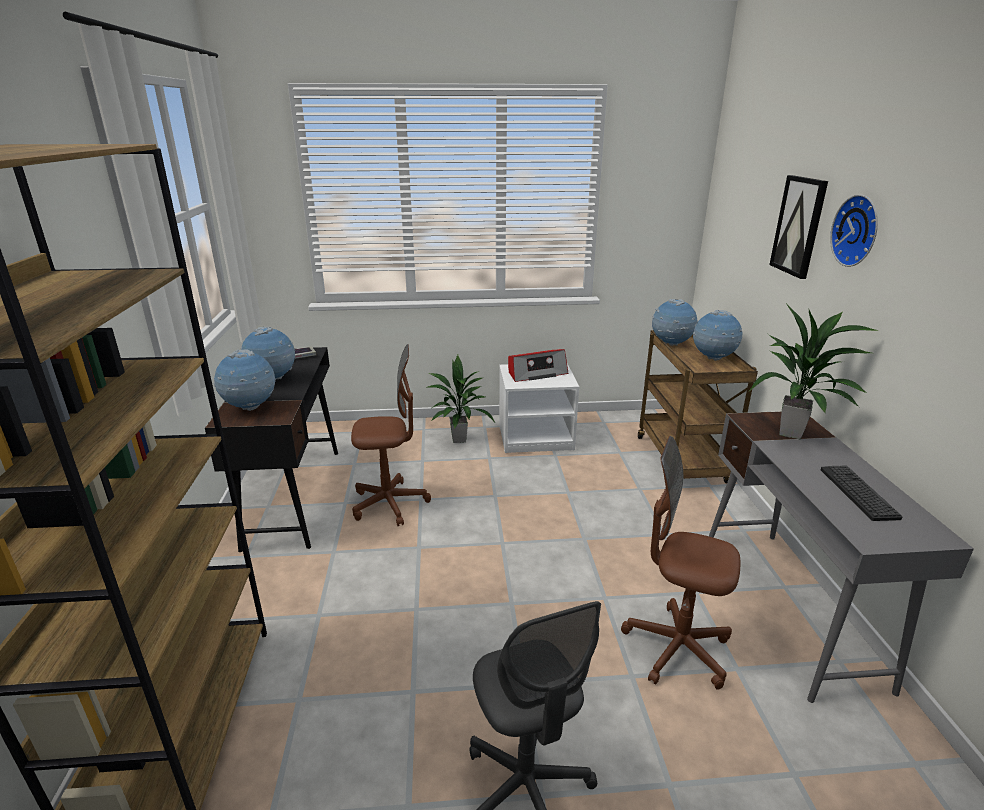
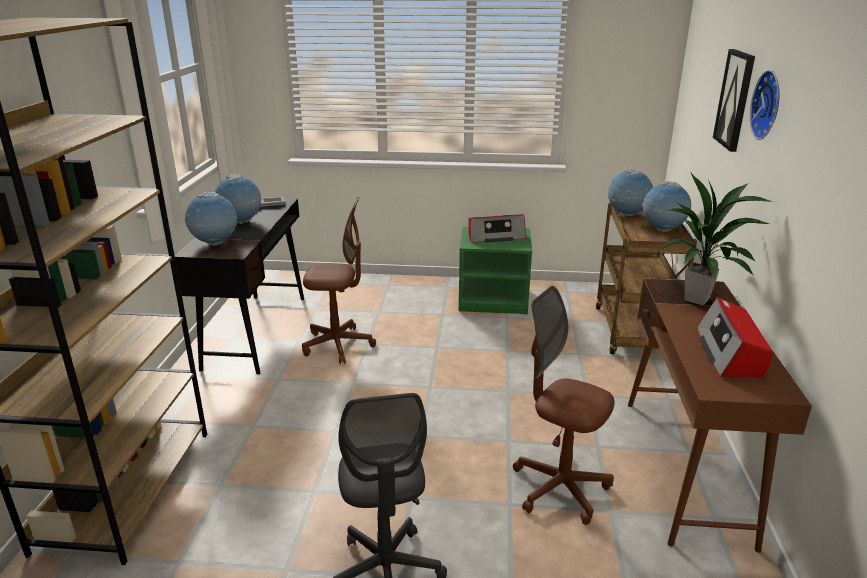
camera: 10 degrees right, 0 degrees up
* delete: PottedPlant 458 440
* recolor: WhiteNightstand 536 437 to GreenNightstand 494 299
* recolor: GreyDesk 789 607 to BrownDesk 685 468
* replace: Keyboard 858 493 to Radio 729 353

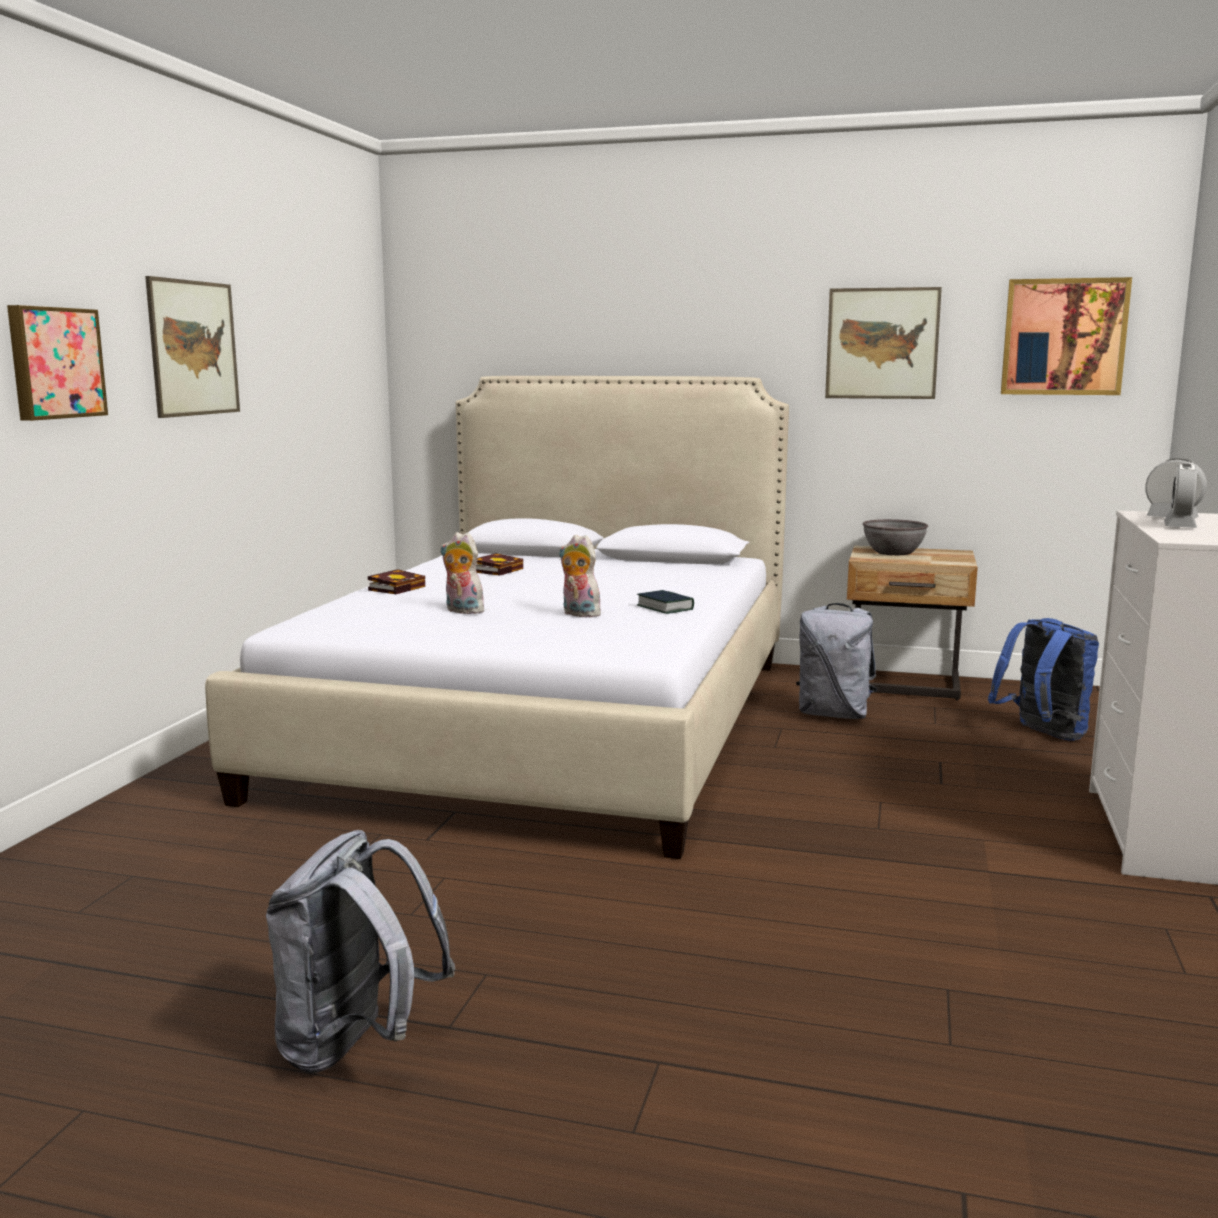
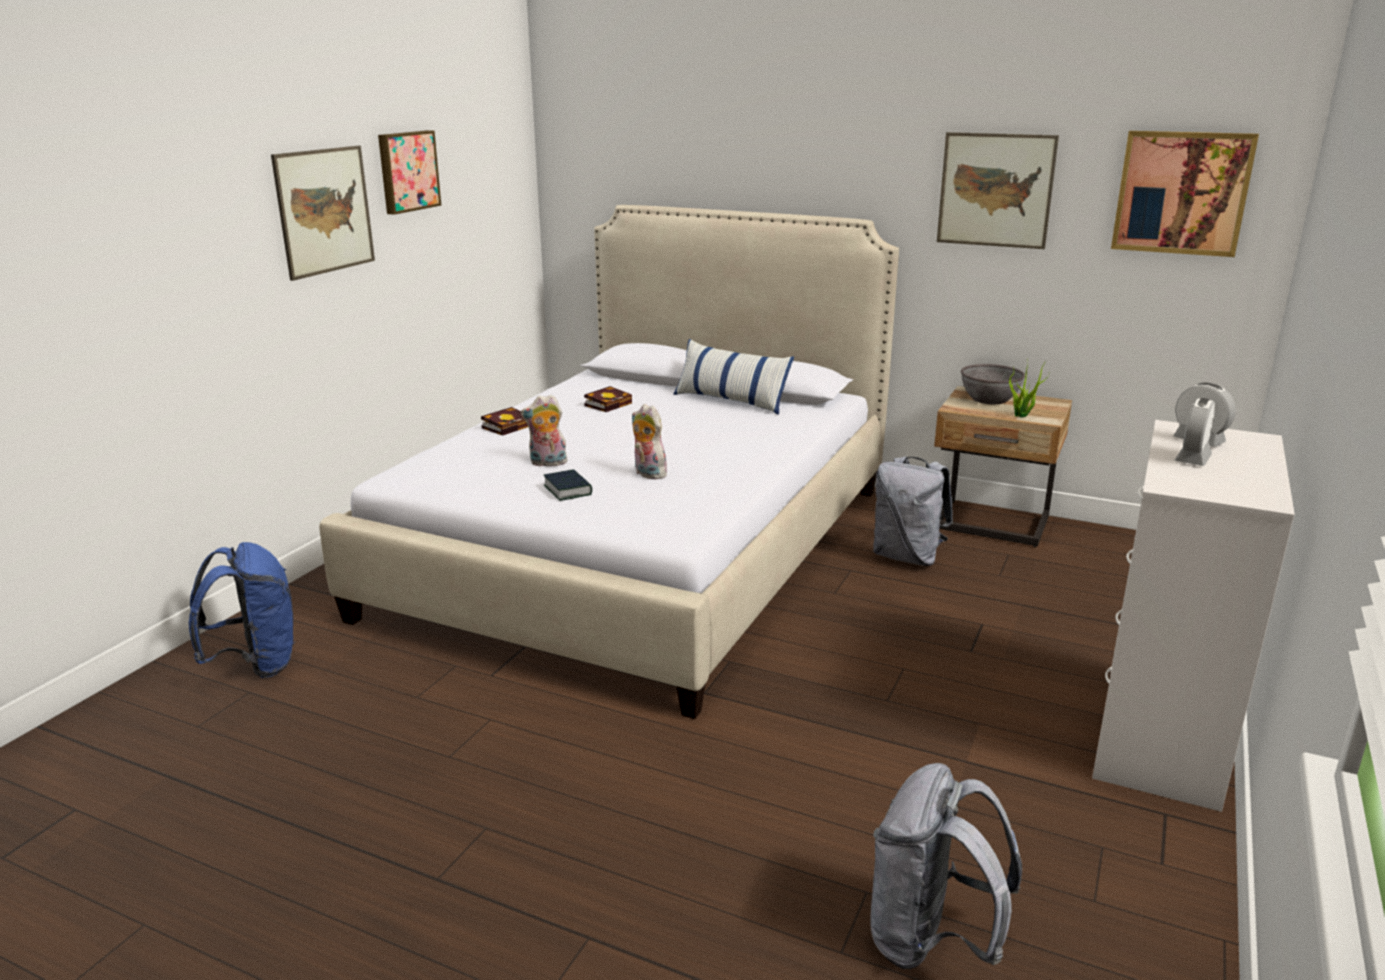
camera: 10 degrees right, 10 degrees up
* move: Picture 54 363 to 407 171
* rotate: PlushToy 462 611 = 547 463 45 degrees counterclockwise
* move: Book 665 607 to 567 490
* move: BlueBackpack 1042 735 to 256 664
* move: GreyBackpack 356 1046 to 930 941
* insert: Pillow 731 401
* insert: PottedPlant 1022 416

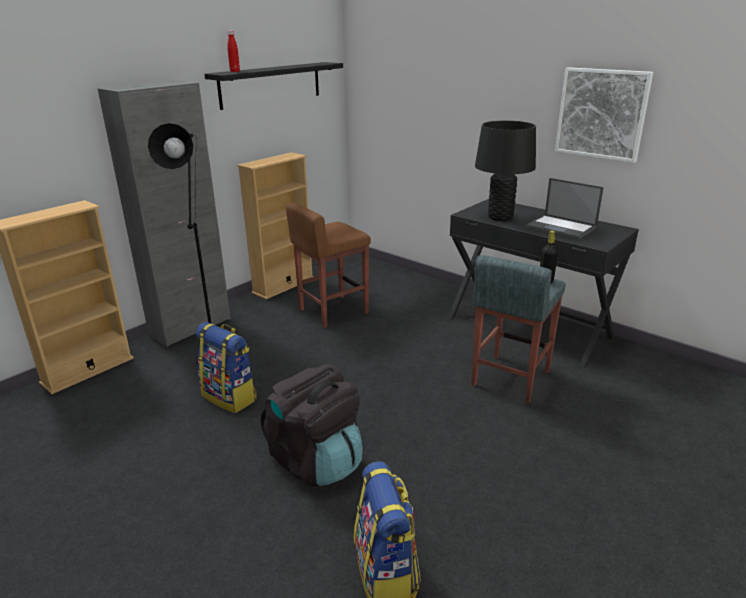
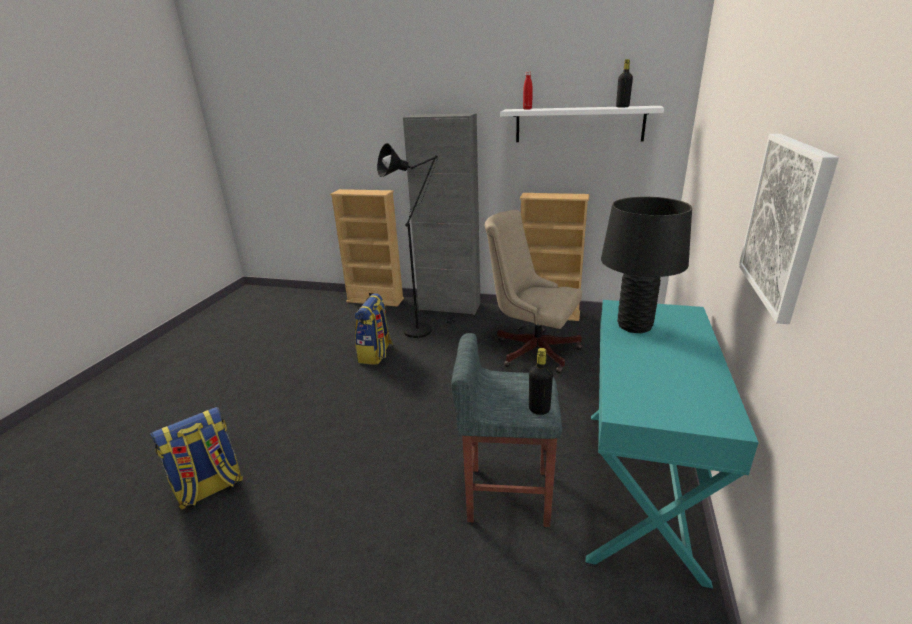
camera: 65 degrees right, 0 degrees up
* recolor: BlackShelf 271 84 to WhiteShelf 579 124
* delete: Laptop 561 227
* recolor: BlackDesk 529 327 to TurquoiseDesk 641 485
* replace: BrownStool 332 311 to BeigeOfficeChair 531 349
* delete: BlackBackpack 316 461
* insert: BlackBottle 622 107

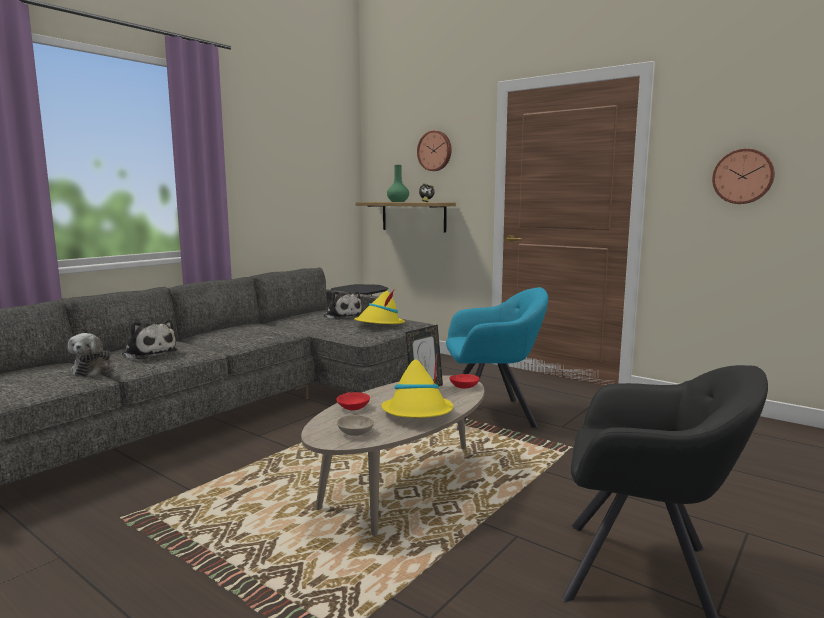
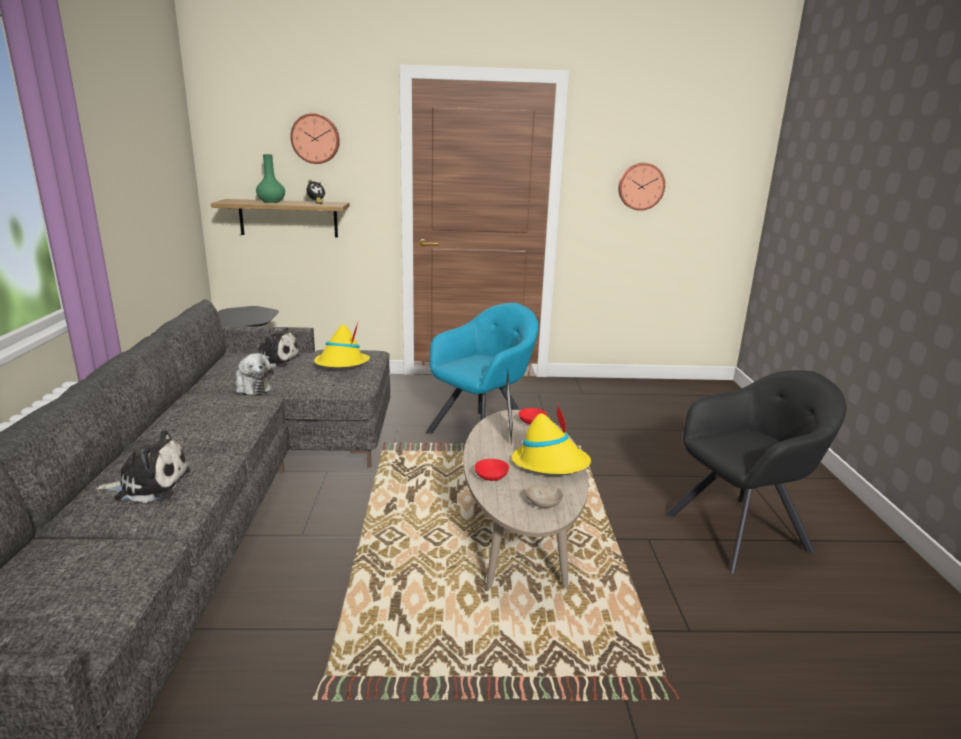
camera: 40 degrees left, 10 degrees up
* move: PlushToy 93 370 to 252 387

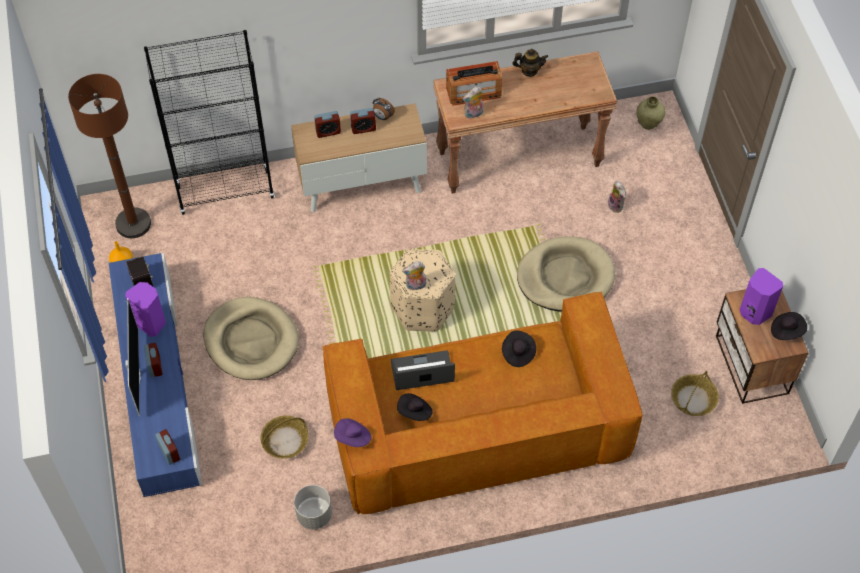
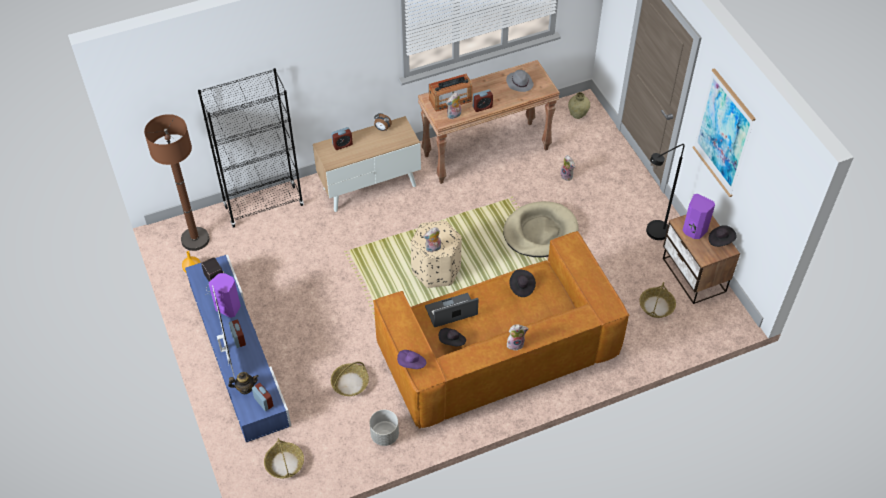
camera: 10 degrees left, 5 degrees down
* move: Teapot 529 71 to 245 388
* move: AlarmClock 363 128 to 482 107
* delete: BeigeDogBed 251 341
* insert: Picture 723 133
* insert: GreyHat 519 83
* insert: BlackFloorLamp 653 234
* insert: PlushToy 515 343
* insert: Basket 285 464

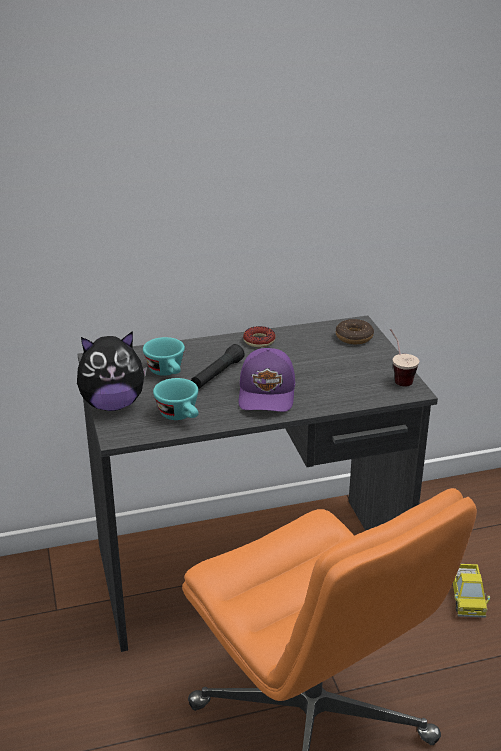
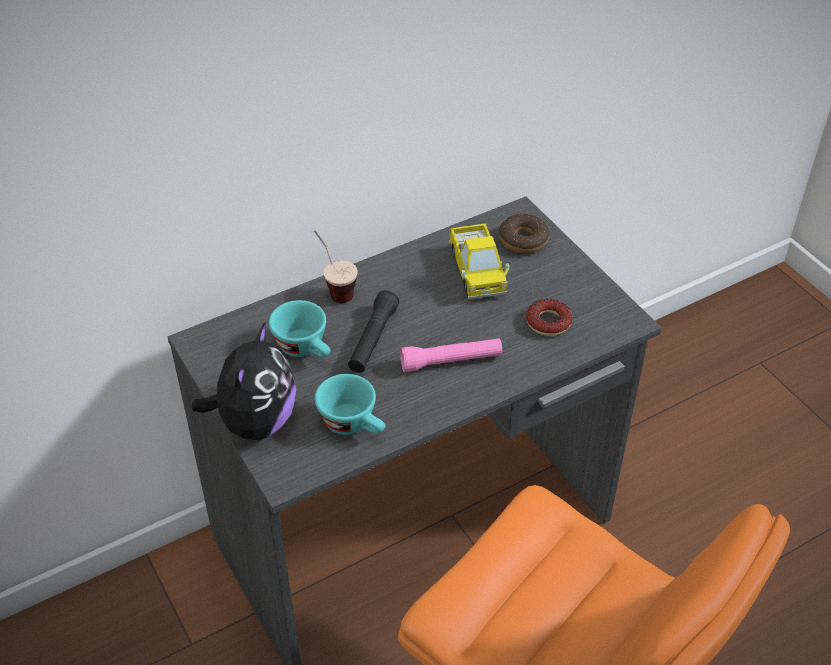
camera: 15 degrees left, 15 degrees up
* move: Donut 259 341 to 548 322
* move: Cup 398 377 to 334 288
* rotate: PlushToy 113 404 = 255 422 45 degrees counterclockwise
* replace: PurpleCap 268 393 to PinkFlashlight 451 361
* move: ToyTruck 466 597 to 476 272

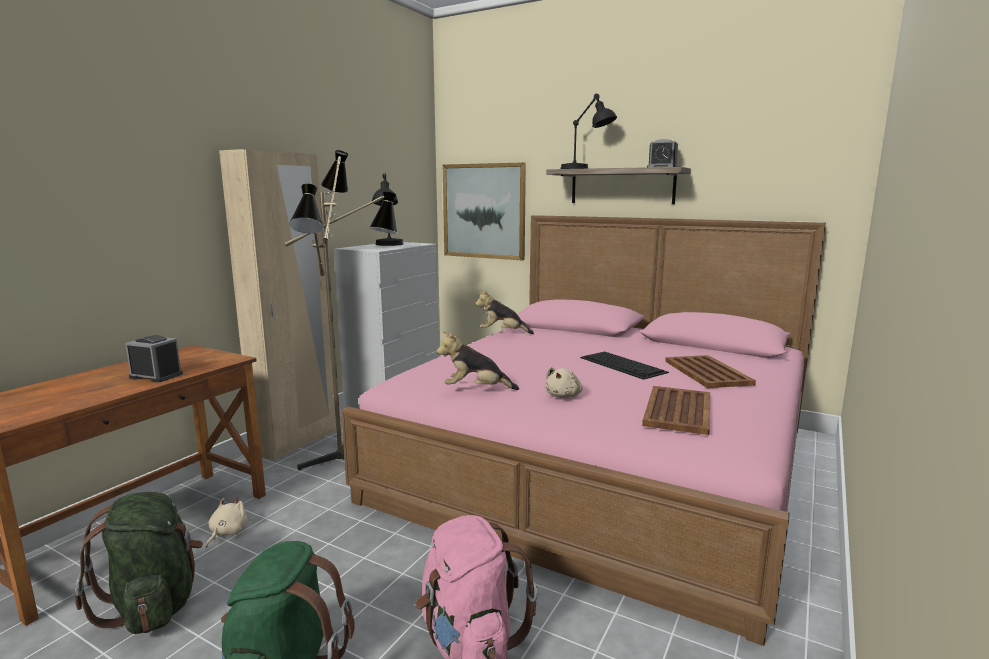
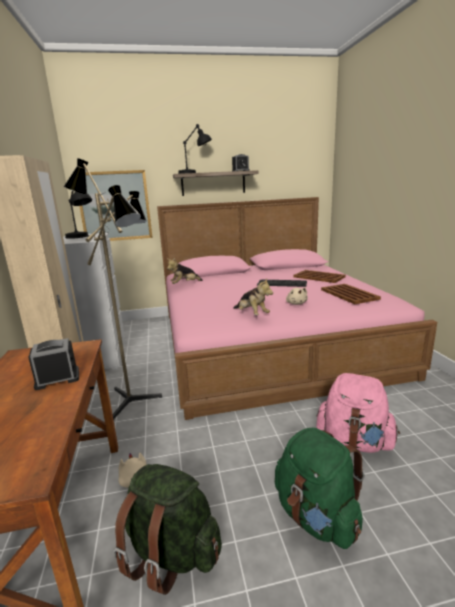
camera: 40 degrees left, 5 degrees up
* rotate: PlushToy 476 389 = 252 314 90 degrees counterclockwise

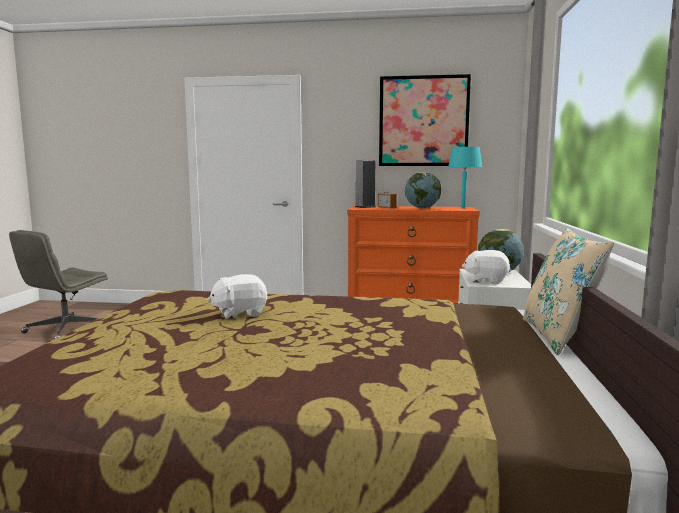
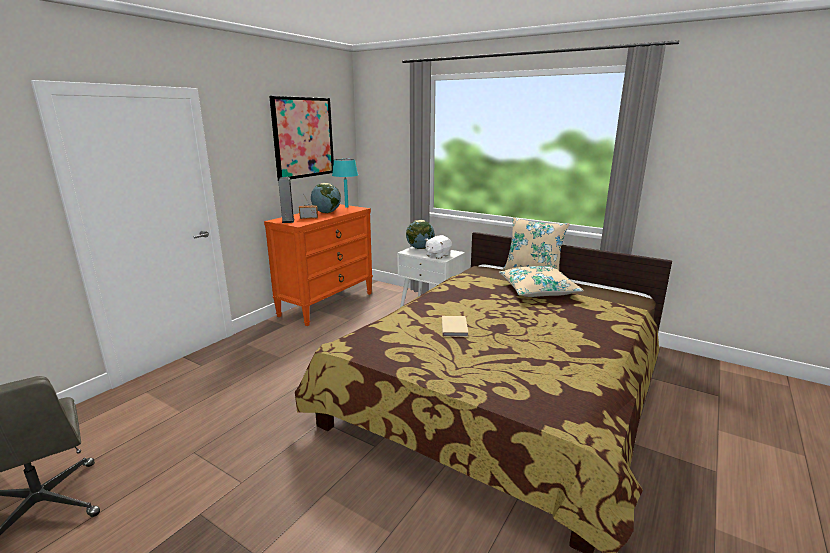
camera: 65 degrees left, 10 degrees up
* replace: WhitePlushToy 239 314 to BeigeBook 455 327
* insert: BeigePillow 537 290

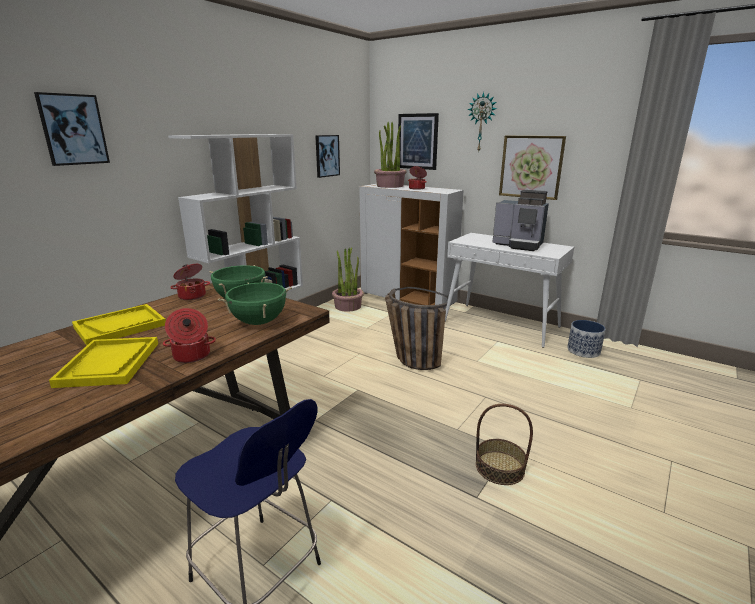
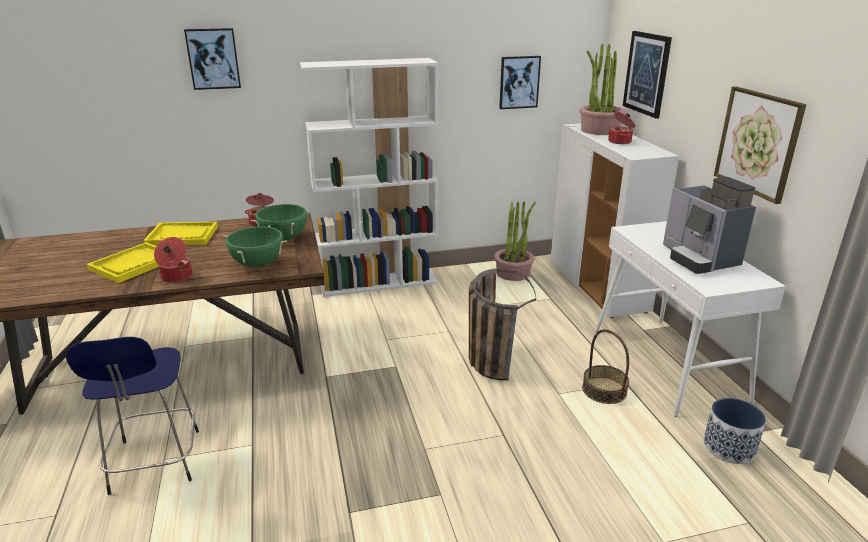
camera: 40 degrees right, 5 degrees up
* delete: WallClock 482 122
* move: Basket 499 467 to 604 390

